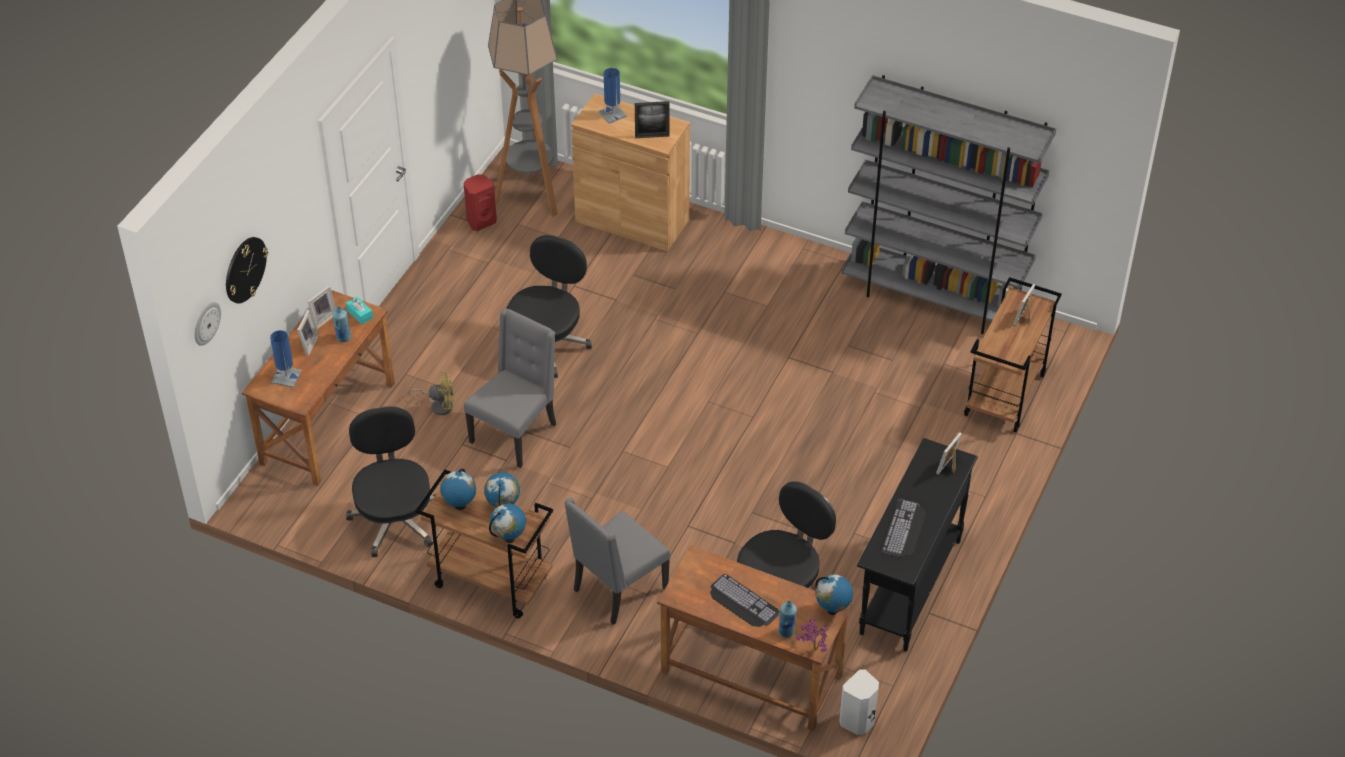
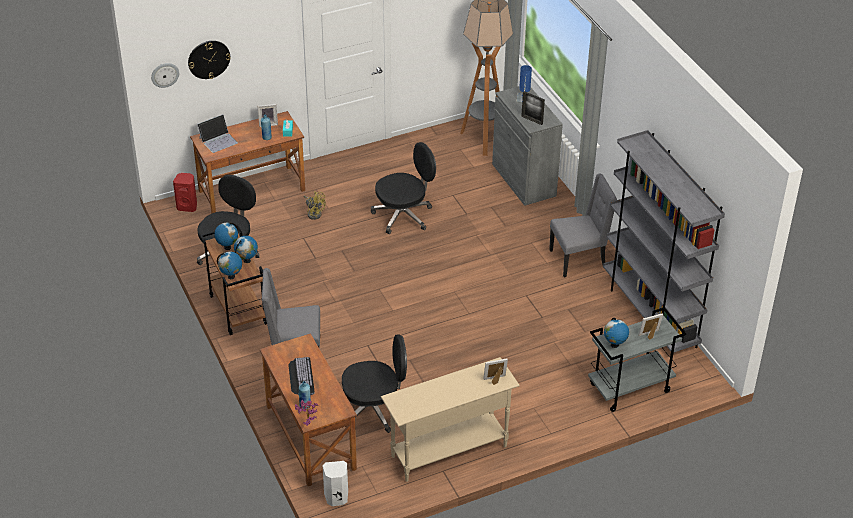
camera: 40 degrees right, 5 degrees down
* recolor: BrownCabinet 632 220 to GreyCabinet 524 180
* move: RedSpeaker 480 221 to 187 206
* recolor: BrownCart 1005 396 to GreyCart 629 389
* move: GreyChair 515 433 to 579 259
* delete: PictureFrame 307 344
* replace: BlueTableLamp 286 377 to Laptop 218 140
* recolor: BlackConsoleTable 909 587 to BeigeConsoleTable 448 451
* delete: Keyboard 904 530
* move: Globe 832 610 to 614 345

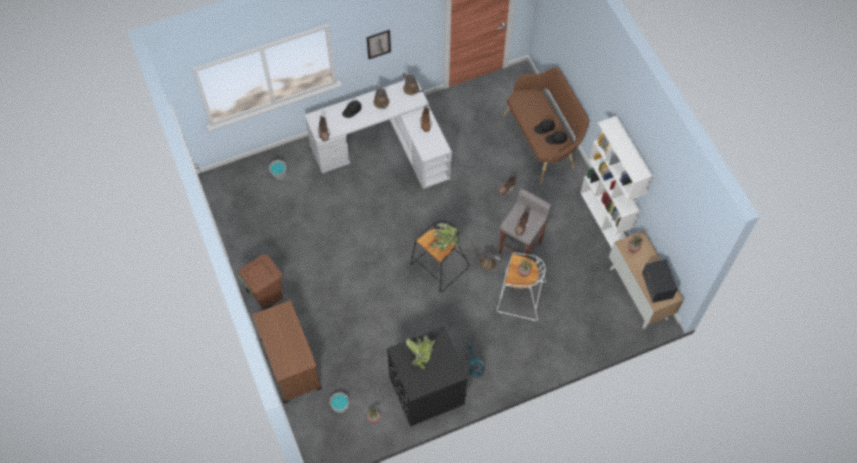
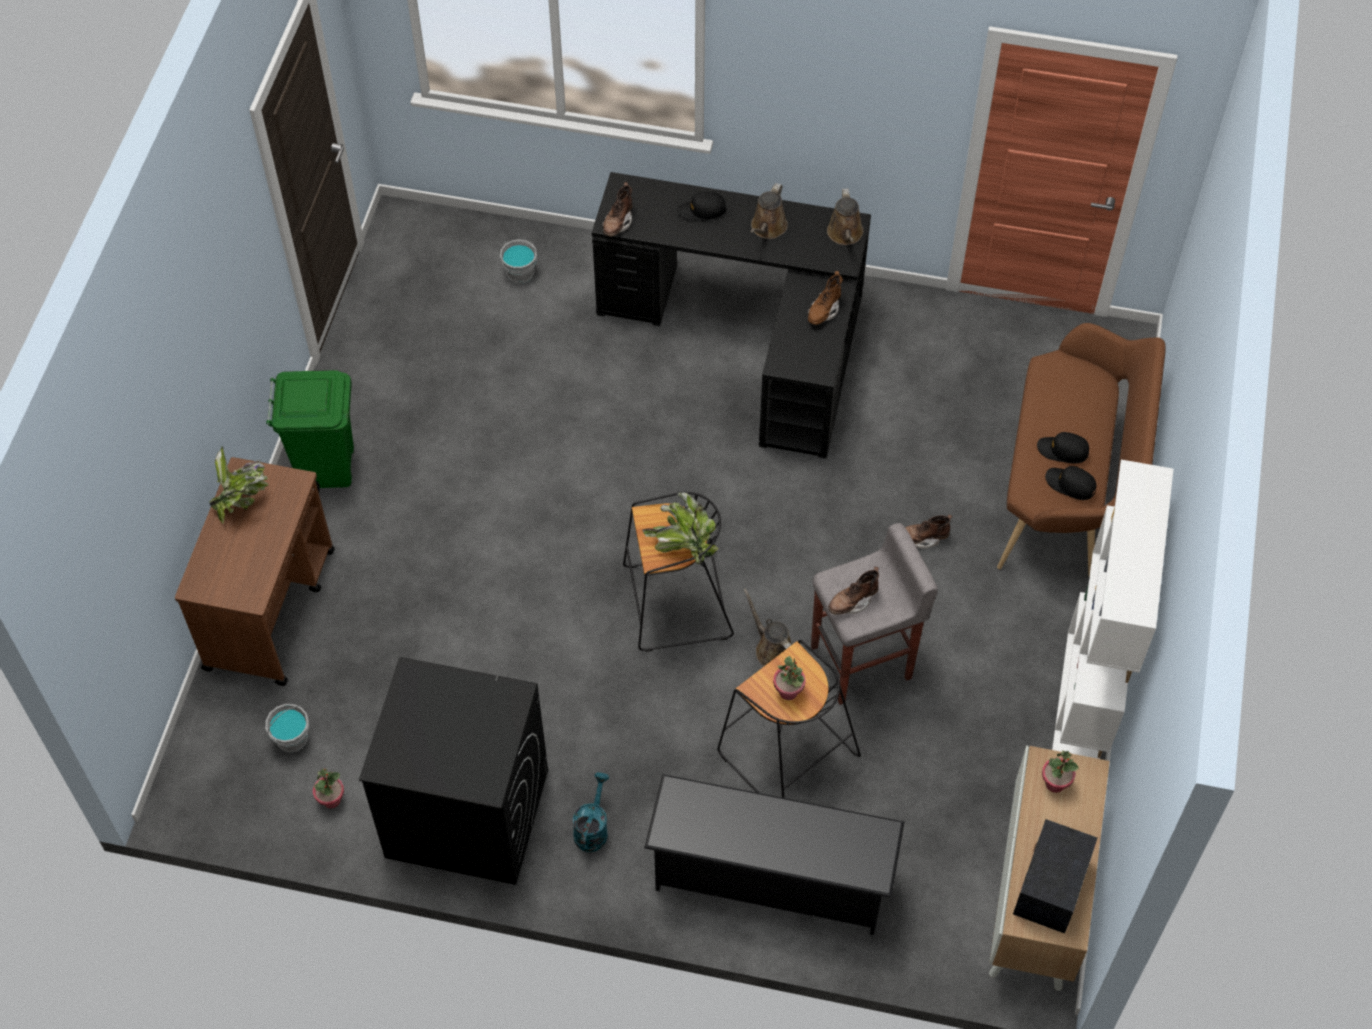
camera: 35 degrees right, 5 degrees down
* delete: Picture 378 44
* recolor: WhiteDesk 386 147 to BlackDesk 751 334
* recolor: WhiteStool 520 297 to BlackStool 785 754
* recolor: BrownTrashCan 266 296 to GreenTrashCan 326 467
* move: PottedPlant 421 354 to 243 500
* insert: BlackShoeRack 770 878

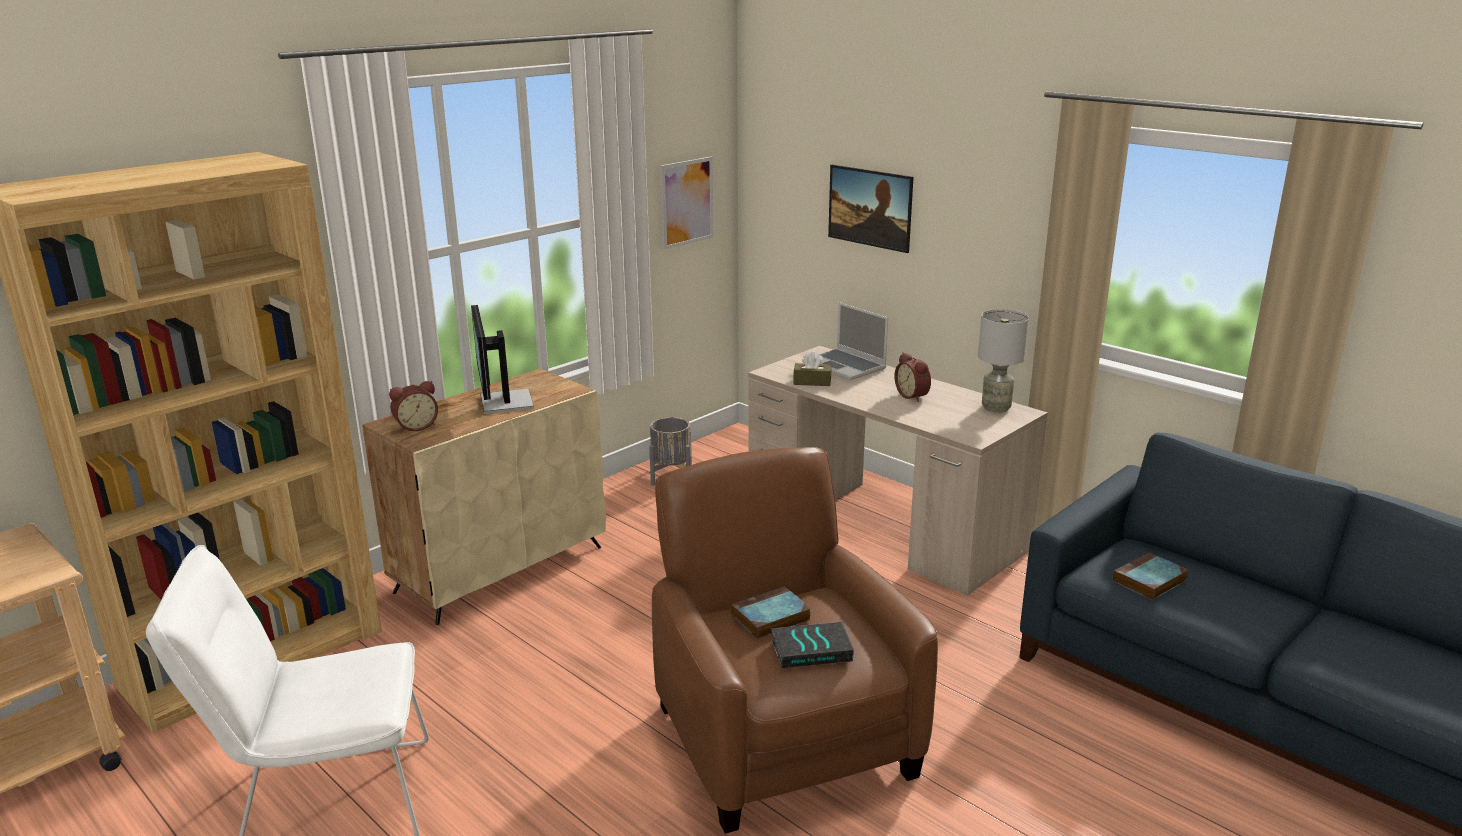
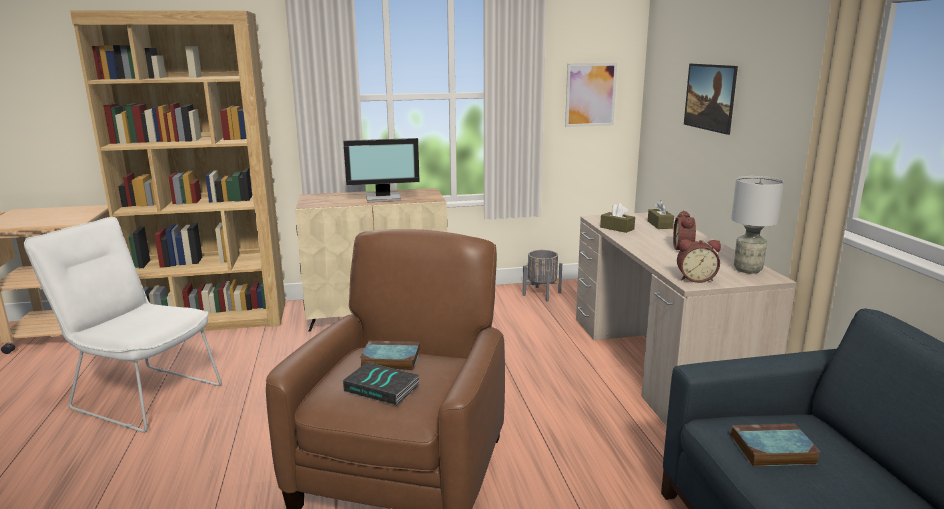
camera: 35 degrees right, 5 degrees down
* replace: Laptop 845 366 to BrownTissueBox 660 225
* rotate: Monitor 503 403 = 384 198 120 degrees counterclockwise
* move: AlarmClock 416 426 to 695 279

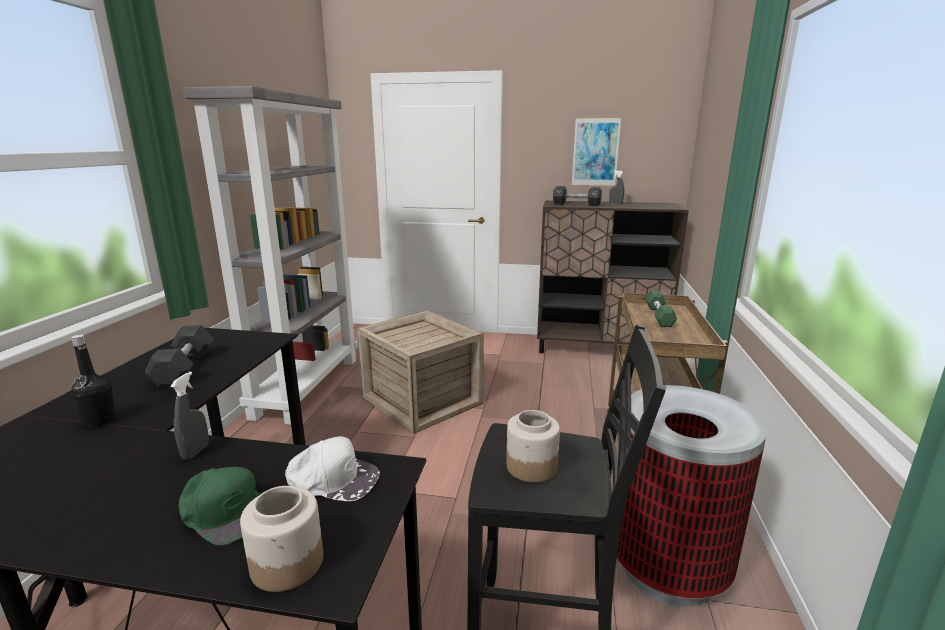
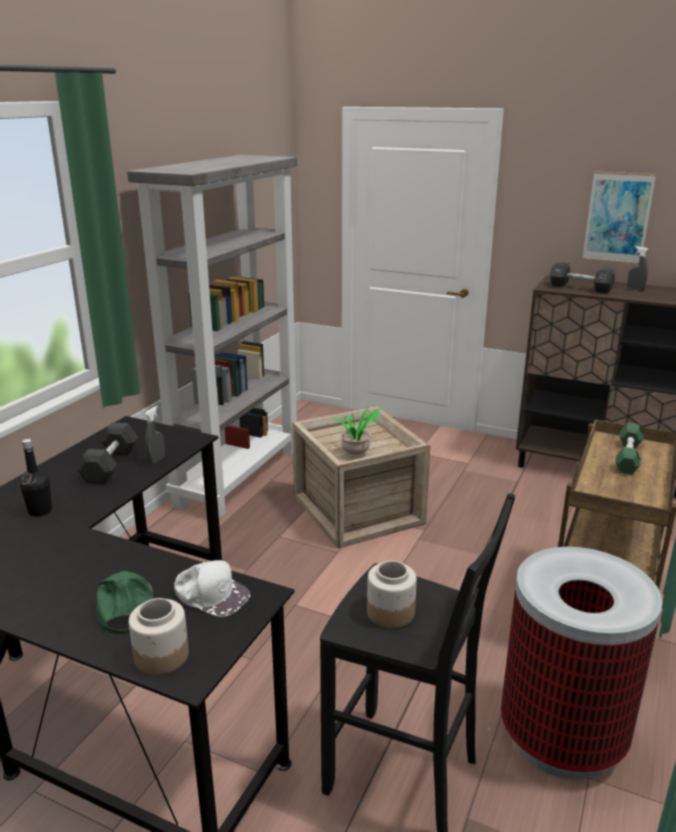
camera: 15 degrees right, 5 degrees up
* move: GreySprayBottle 196 452 to 156 460
* rotate: GreenCap 225 511 = 125 607 150 degrees counterclockwise
* insert: PottedPlant 357 454

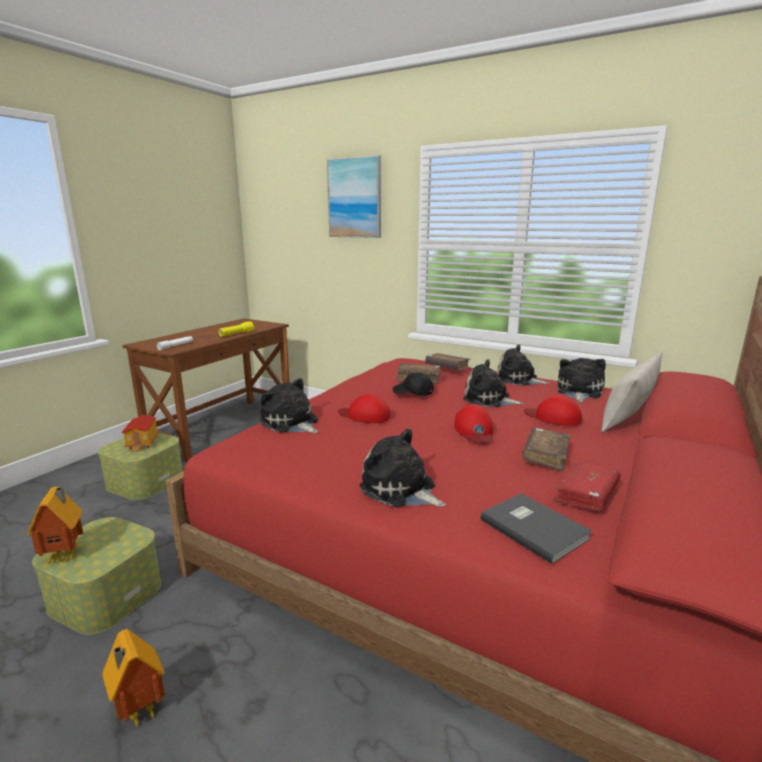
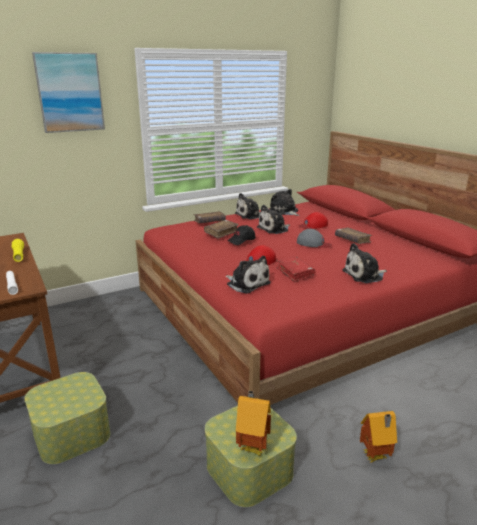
camera: 60 degrees left, 5 degrees up
* delete: BeigePillow 628 415
* rotate: PlushToy 291 423 = 247 283 120 degrees counterclockwise
* recolor: RedCap 474 430 to GreyCap 313 243
* delete: ToyHouse 143 443
* move: RedBook 586 494 to 295 273
* delete: GreyBook 534 527

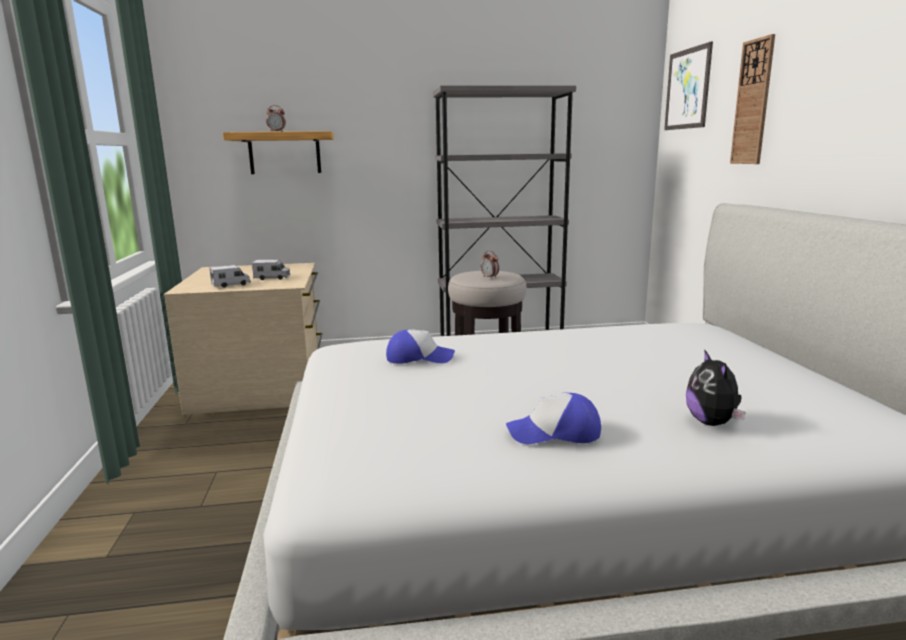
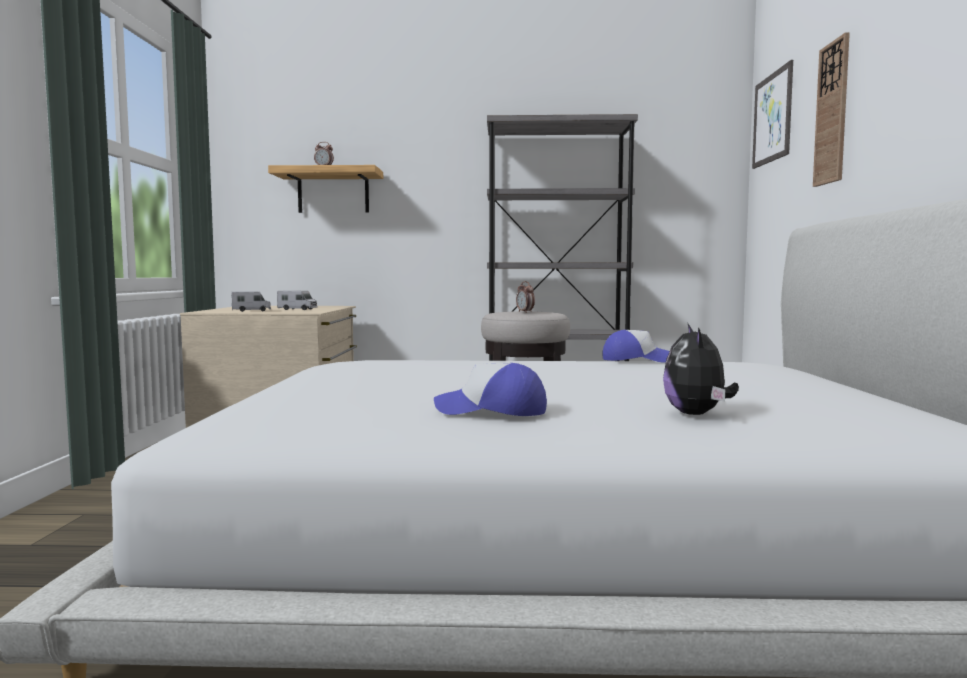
camera: 10 degrees right, 10 degrees down
* move: Cap 419 358 to 636 360

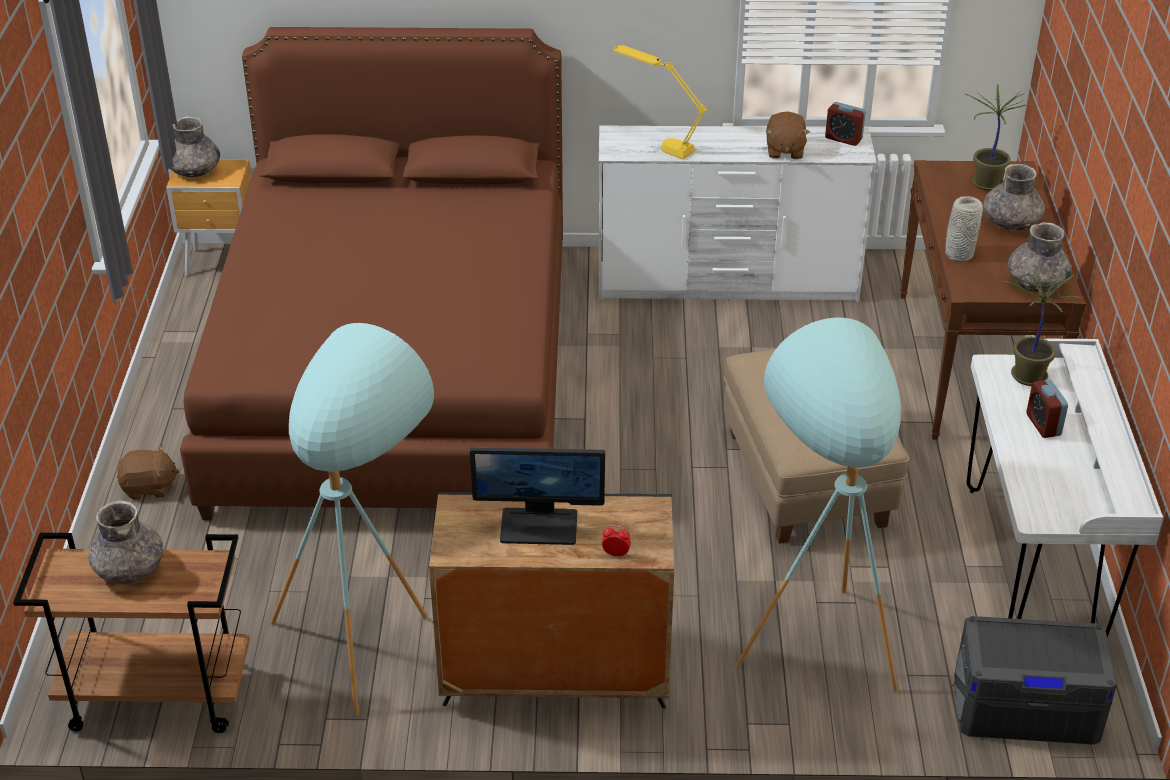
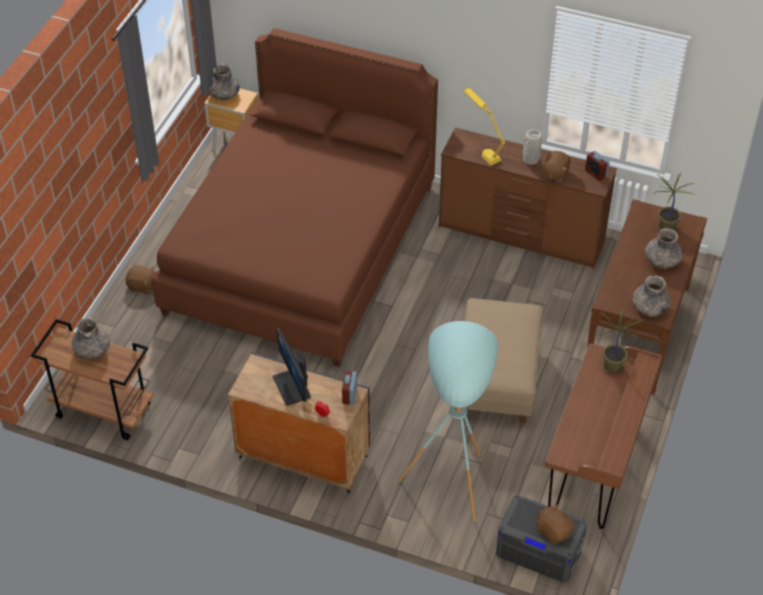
camera: 20 degrees right, 10 degrees up
* recolor: WhiteDresser 728 283 to BrownDresser 521 235
* move: GreyVase 958 254 to 530 159
* delete: TurquoiseFloorLamp 368 630
* recolor: WhiteDesk 1032 564 to BrownDesk 594 469
* move: AlarmClock 1043 425 to 349 395
* rotate: Monitor 539 525 = 292 386 45 degrees clockwise
* insert: BrownPlushToy 553 531

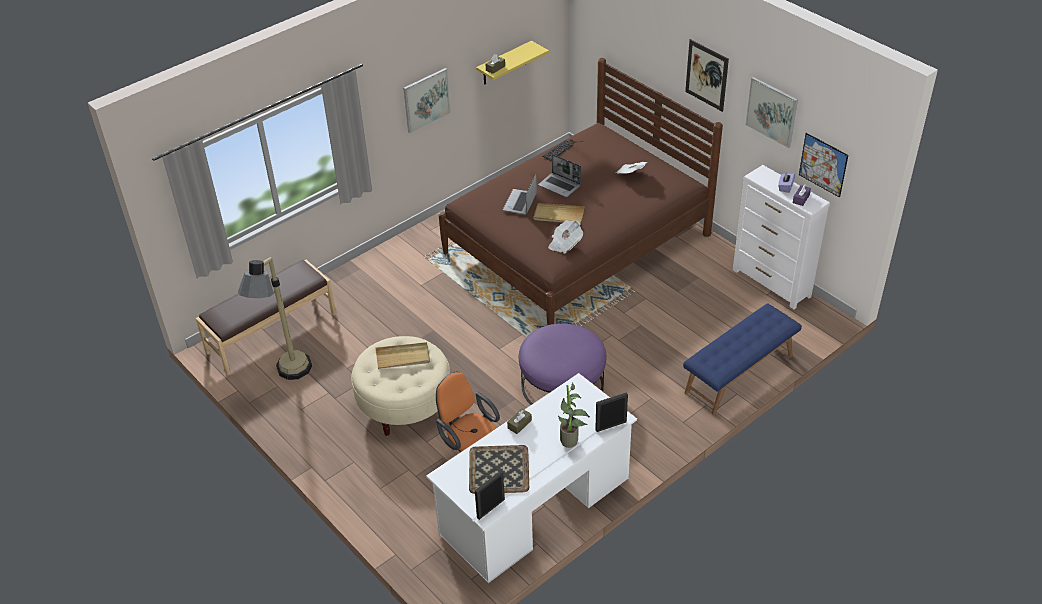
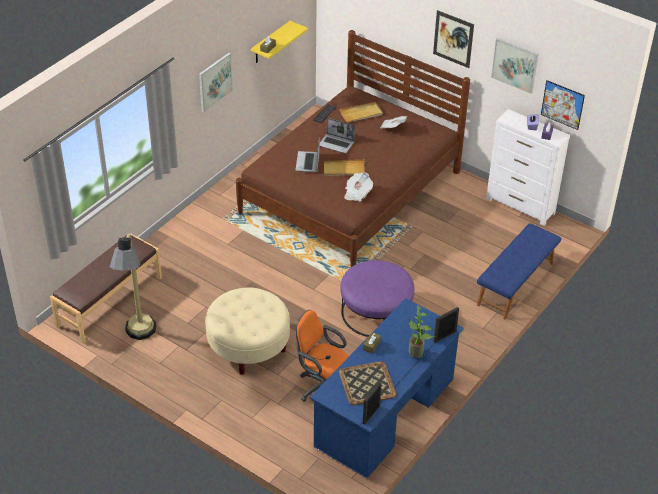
camera: 15 degrees left, 0 degrees up
* move: BeigeTray 403 357 to 361 114
* recolor: WhiteDesk 535 507 to BlueDesk 385 413

